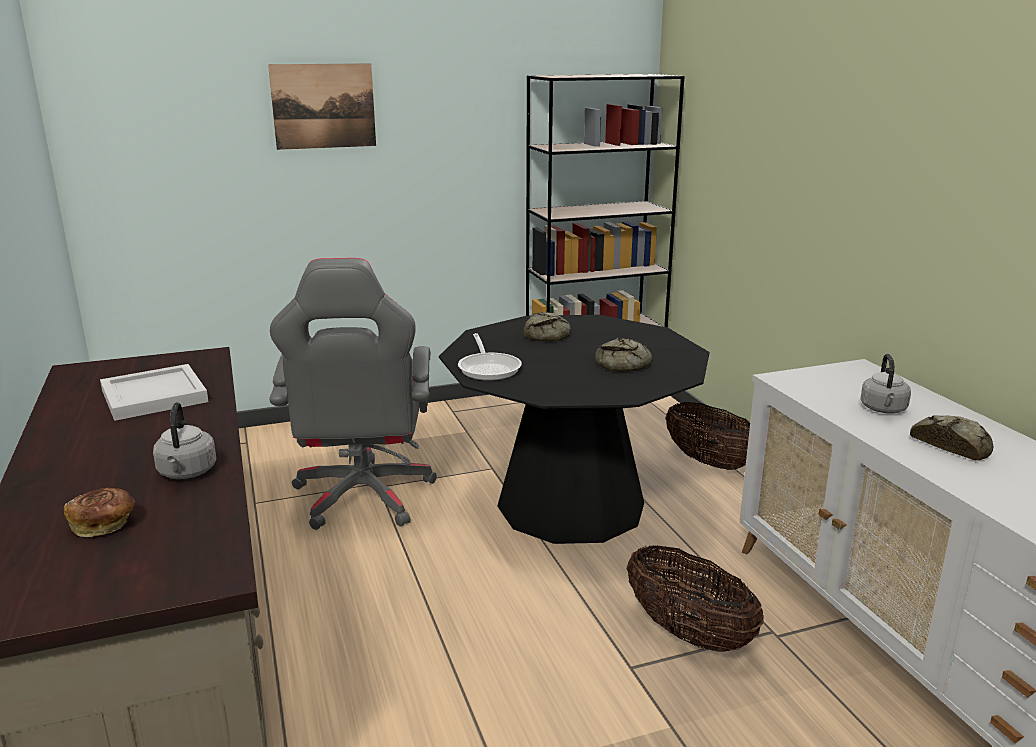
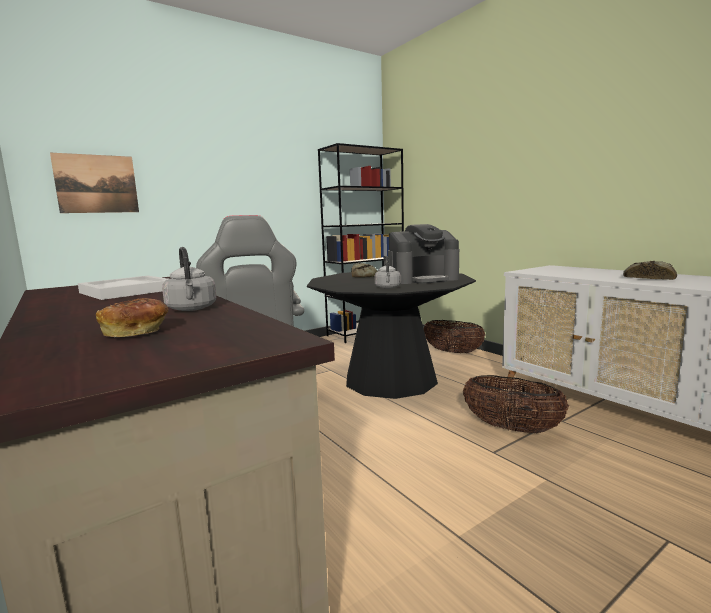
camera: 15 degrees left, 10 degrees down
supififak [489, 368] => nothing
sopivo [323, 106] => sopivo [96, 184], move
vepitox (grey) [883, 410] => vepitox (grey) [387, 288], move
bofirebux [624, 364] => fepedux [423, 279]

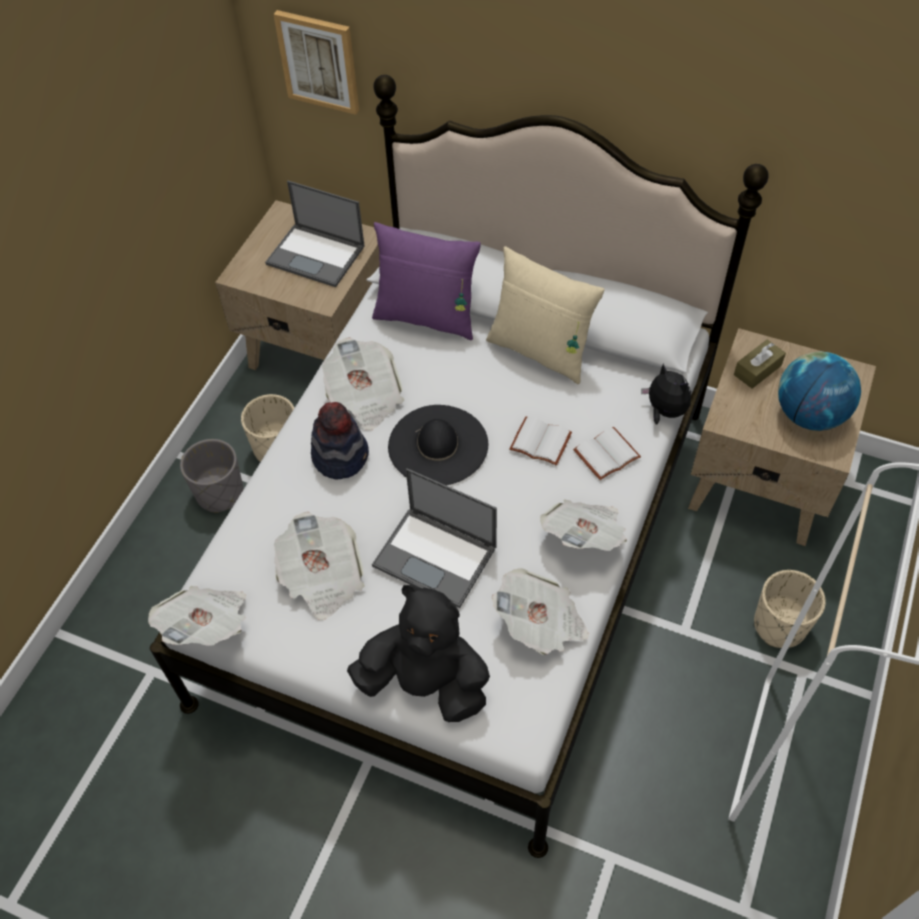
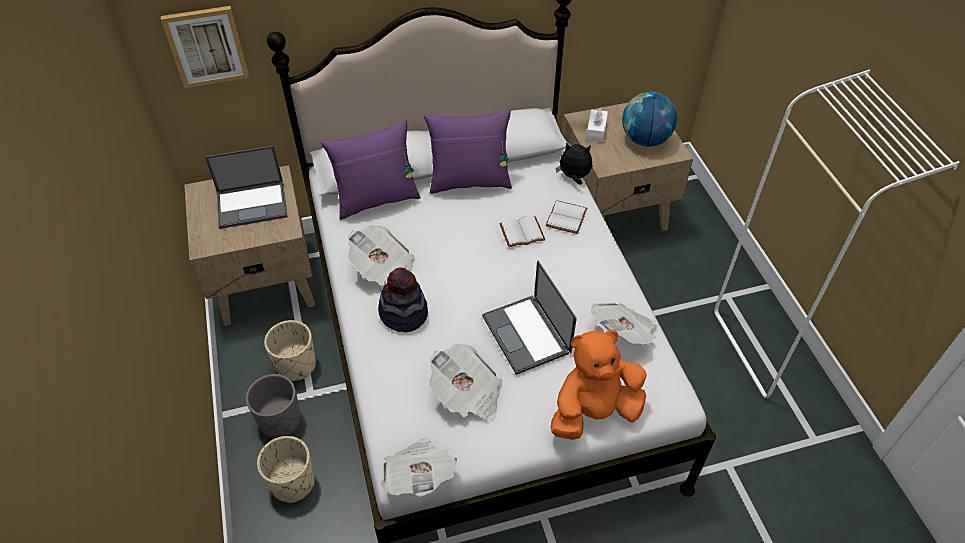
camera: 40 degrees left, 5 degrees down
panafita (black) [438, 445] => nothing
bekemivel [585, 536] => nothing
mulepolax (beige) [779, 625] => mulepolax (beige) [293, 483], move
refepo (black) [425, 683] => refepo (orange) [594, 412]
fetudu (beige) [539, 352] => fetudu (purple) [469, 182]
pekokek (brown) [757, 370] => pekokek (white) [596, 131]
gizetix [436, 556] => gizetix [527, 335], 75 degrees clockwise

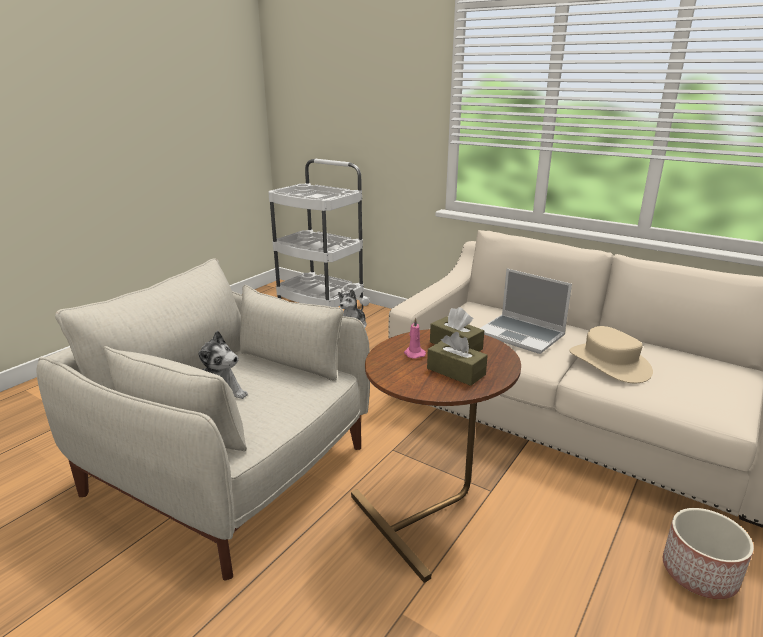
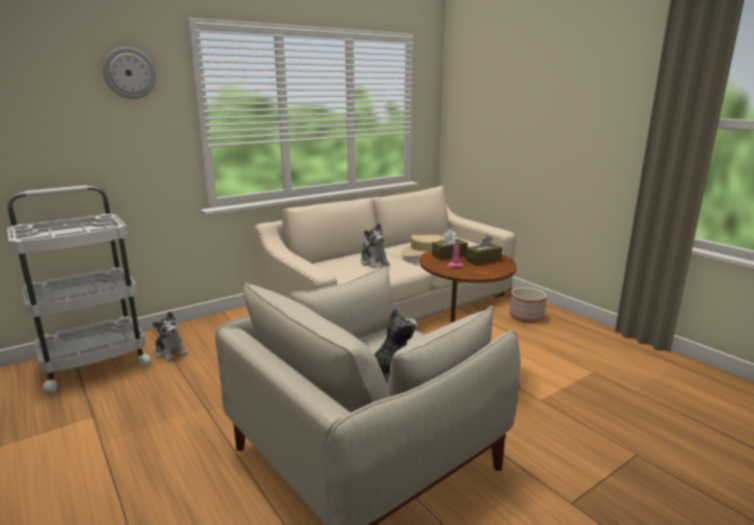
camera: 70 degrees left, 5 degrees down
nothing => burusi [129, 73]
gizetix [522, 335] => refepo [374, 263]

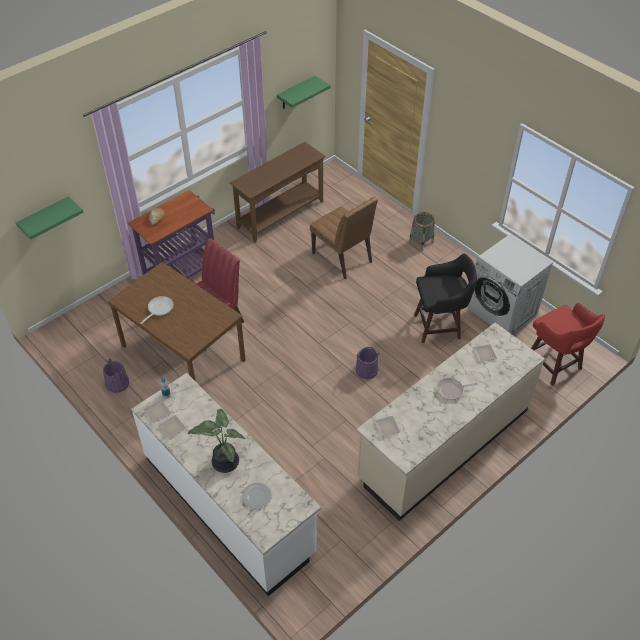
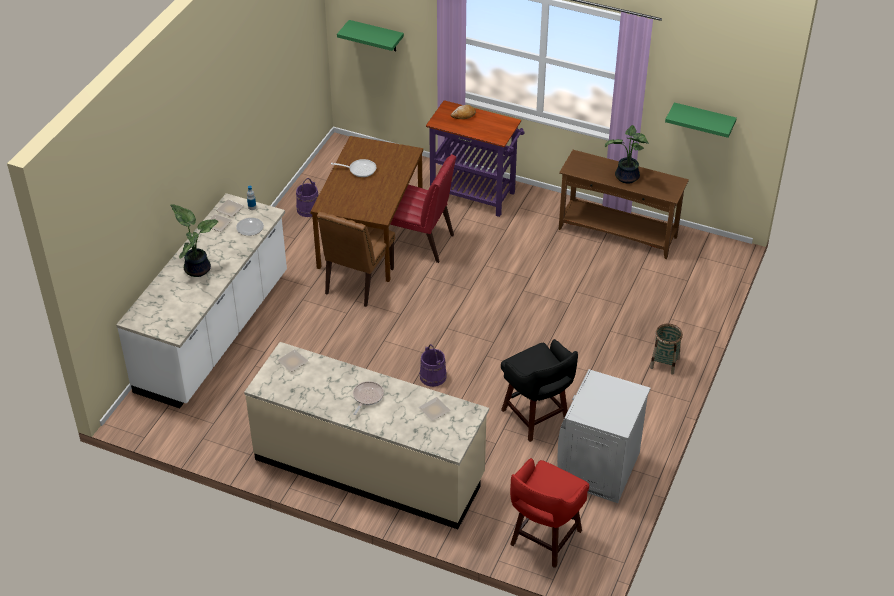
camera: 65 degrees right, 5 degrees down
nothing => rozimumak [626, 178]
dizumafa [256, 496] => dizumafa [250, 227], move
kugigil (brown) [341, 257] => kugigil (brown) [359, 281], move
supififak [451, 390] => supififak [367, 397], 60 degrees clockwise

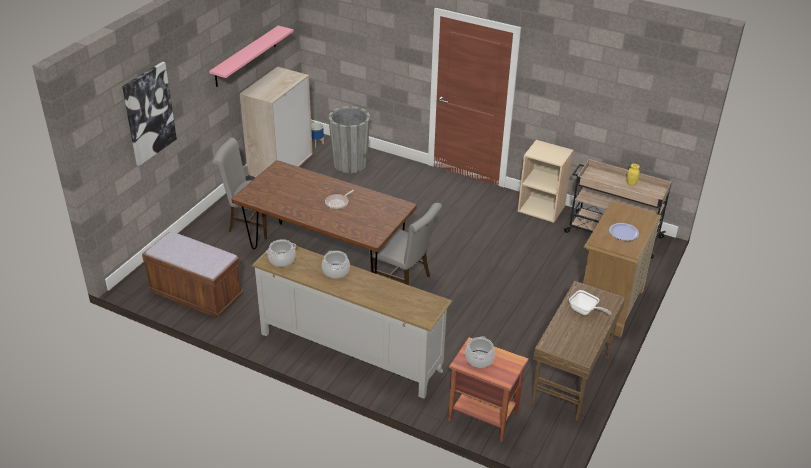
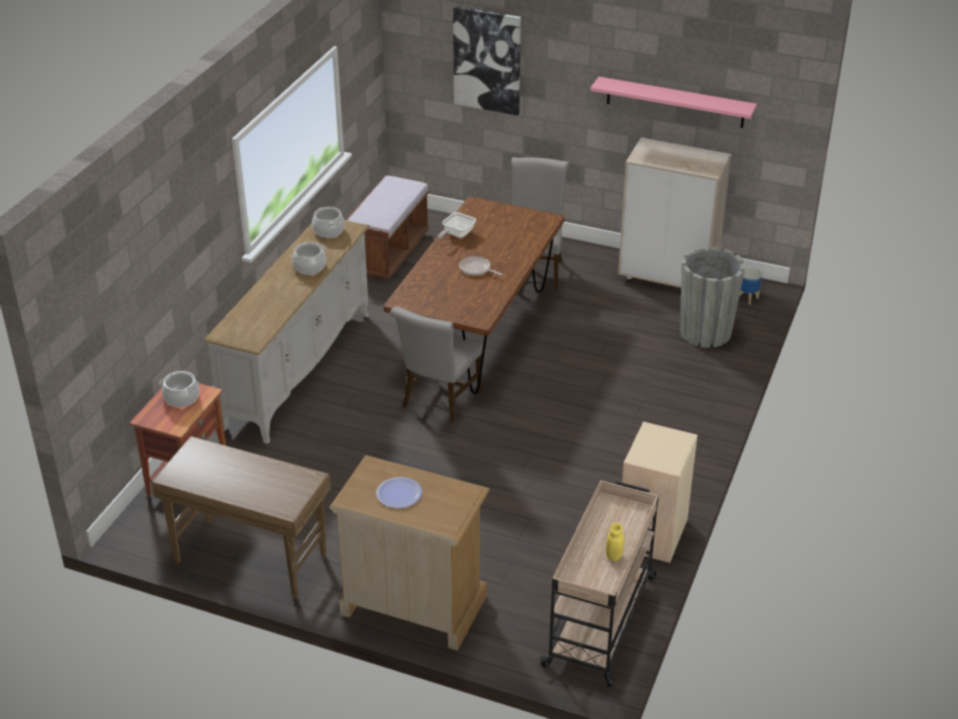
camera: 85 degrees right, 0 degrees up
supififak [585, 311] => supififak [456, 234], move

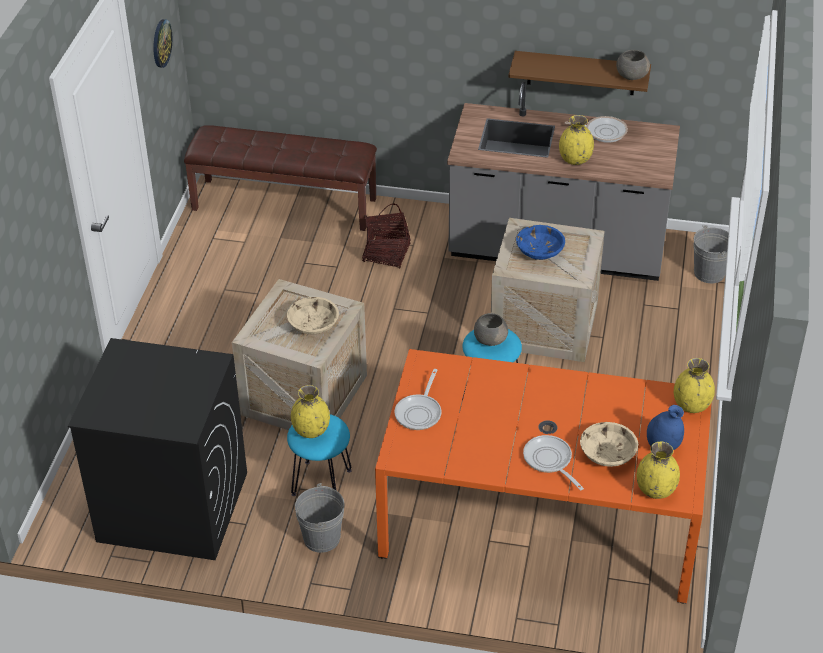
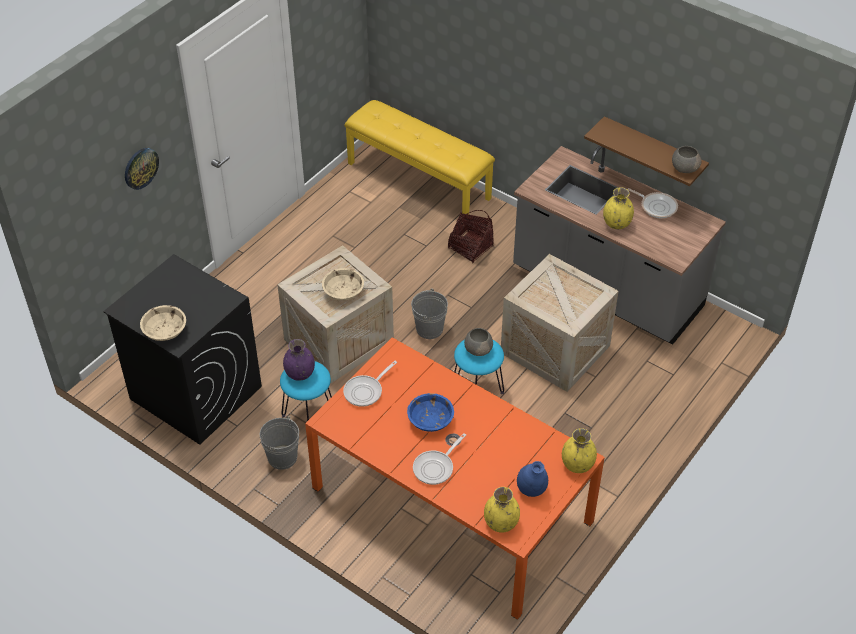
camera: 25 degrees right, 5 degrees up
burusi [161, 43] => burusi [140, 168], move
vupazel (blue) [539, 252] => vupazel (blue) [430, 420], move
vupazel (beige) [607, 455] => vupazel (beige) [165, 331], move
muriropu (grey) [709, 273] => muriropu (grey) [429, 329], move
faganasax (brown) [285, 203] => faganasax (yellow) [419, 180]
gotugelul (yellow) [311, 431] => gotugelul (purple) [299, 374]
supififak [549, 461] => supififak [436, 467], 135 degrees counterclockwise

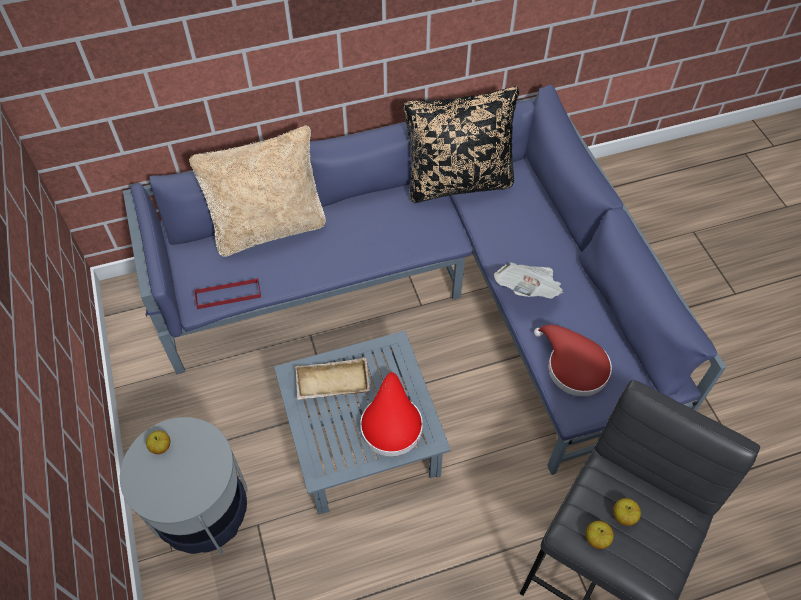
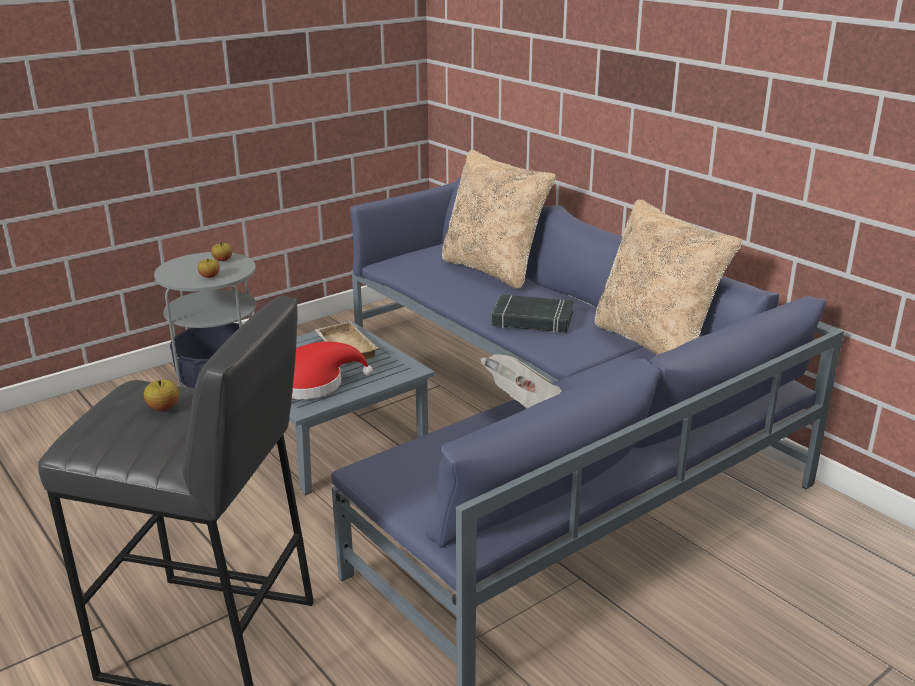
camera: 70 degrees right, 30 degrees down
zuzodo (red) [228, 295] => nothing
panafita (red) [573, 366] => nothing
nothing => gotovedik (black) [532, 320]
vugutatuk [596, 538] => vugutatuk [209, 277], move
fetudu (black) [459, 185] => fetudu (beige) [653, 346]

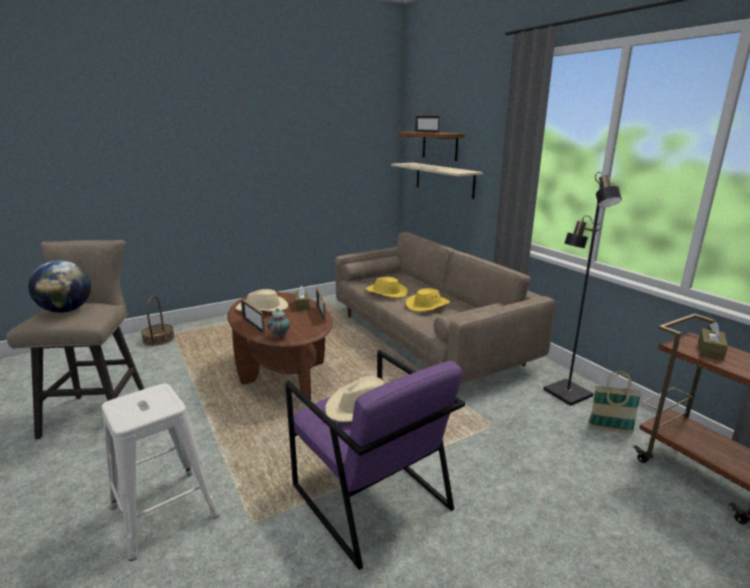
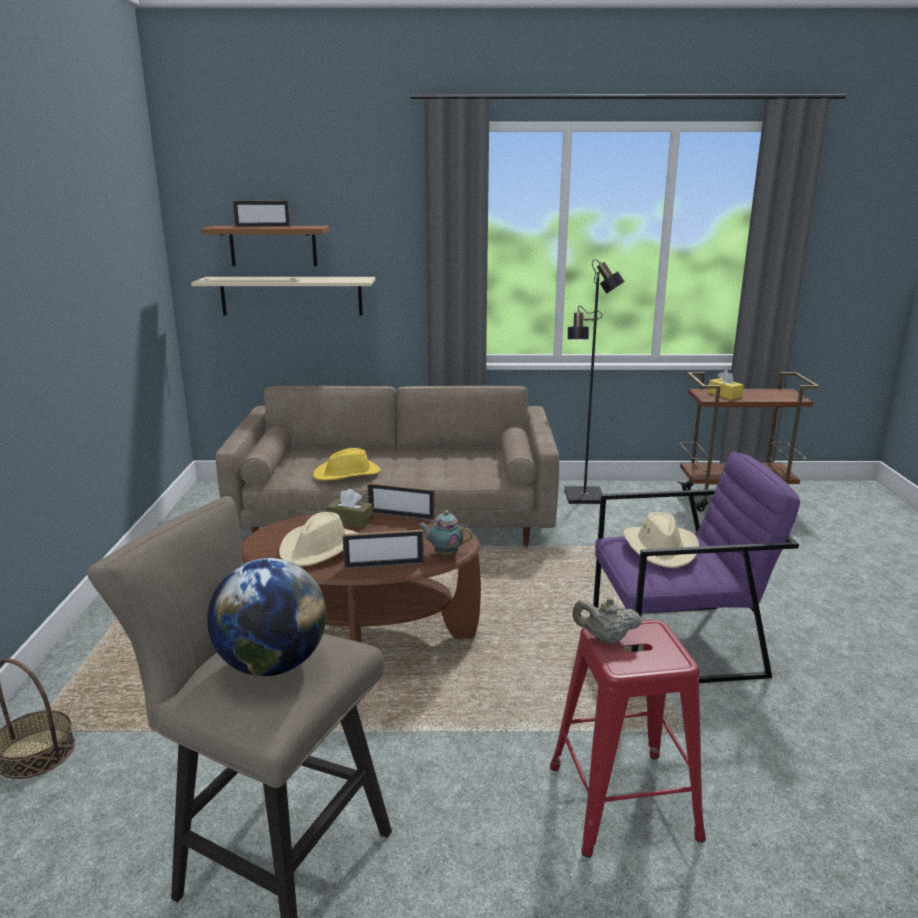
camera: 60 degrees left, 0 degrees up
panafita (yellow) [427, 305] => nothing
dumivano [610, 429] => nothing
nothing => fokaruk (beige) [605, 639]
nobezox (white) [164, 511] => nobezox (red) [622, 801]
pekokek (brown) [710, 351] => pekokek (yellow) [724, 395]

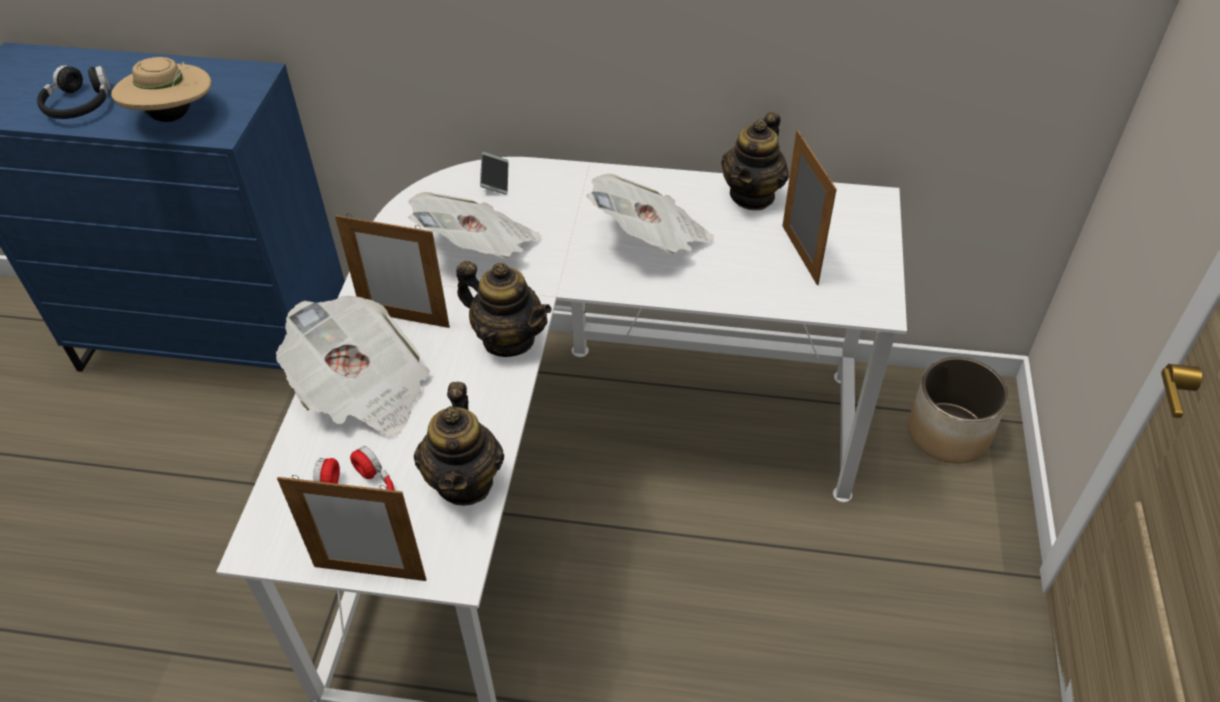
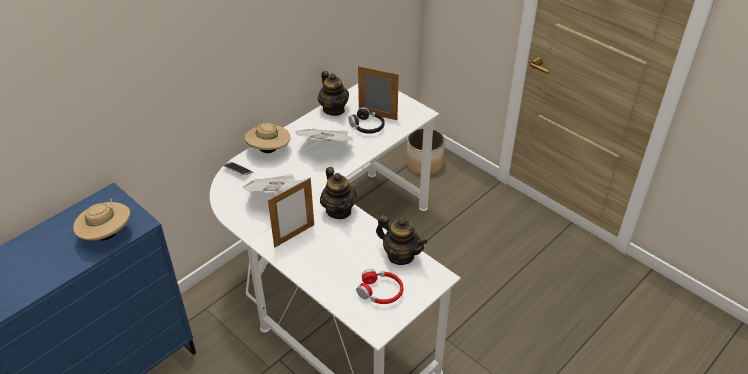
camera: 55 degrees left, 5 degrees down
bekemivel [362, 390] => nothing
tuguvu [370, 572] => nothing
nothing => panafita (beige) [269, 150]
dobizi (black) [79, 104] => dobizi (black) [367, 126], move
fokaruk [508, 339] => fokaruk [339, 210], 90 degrees clockwise

